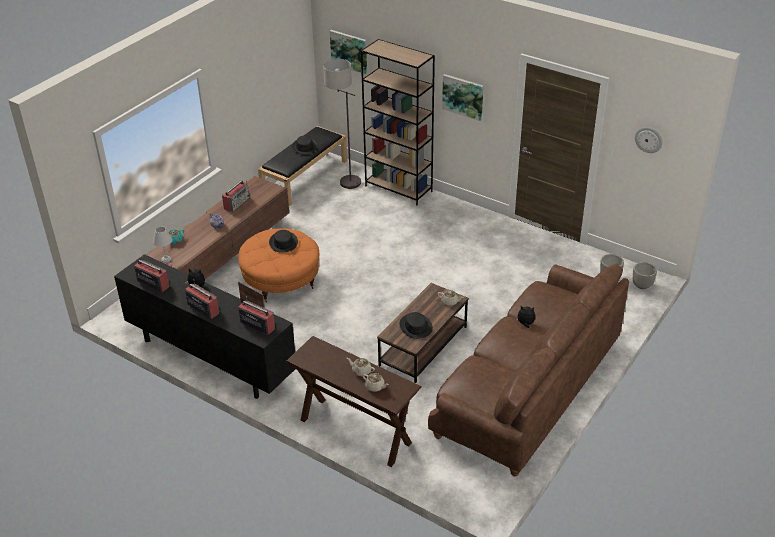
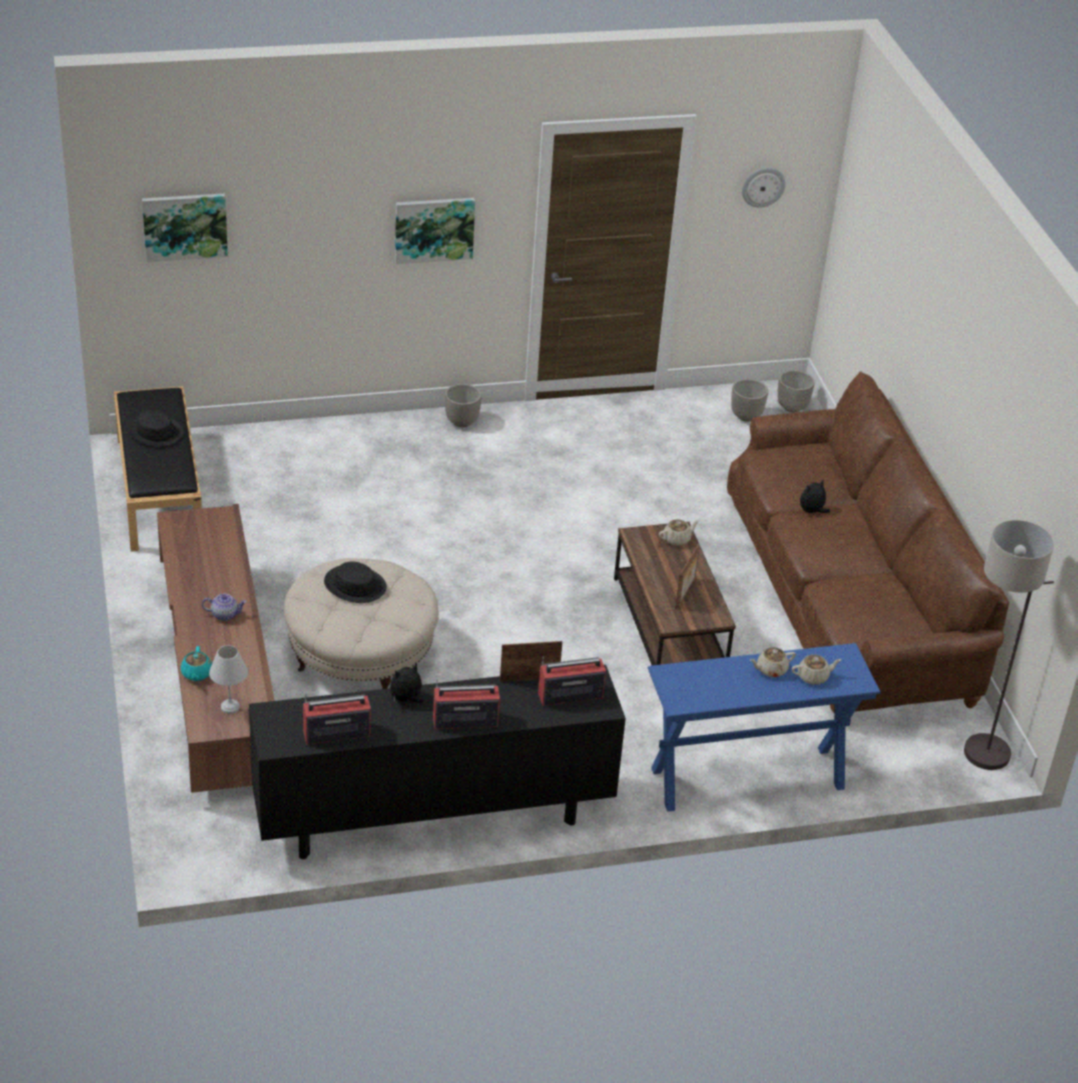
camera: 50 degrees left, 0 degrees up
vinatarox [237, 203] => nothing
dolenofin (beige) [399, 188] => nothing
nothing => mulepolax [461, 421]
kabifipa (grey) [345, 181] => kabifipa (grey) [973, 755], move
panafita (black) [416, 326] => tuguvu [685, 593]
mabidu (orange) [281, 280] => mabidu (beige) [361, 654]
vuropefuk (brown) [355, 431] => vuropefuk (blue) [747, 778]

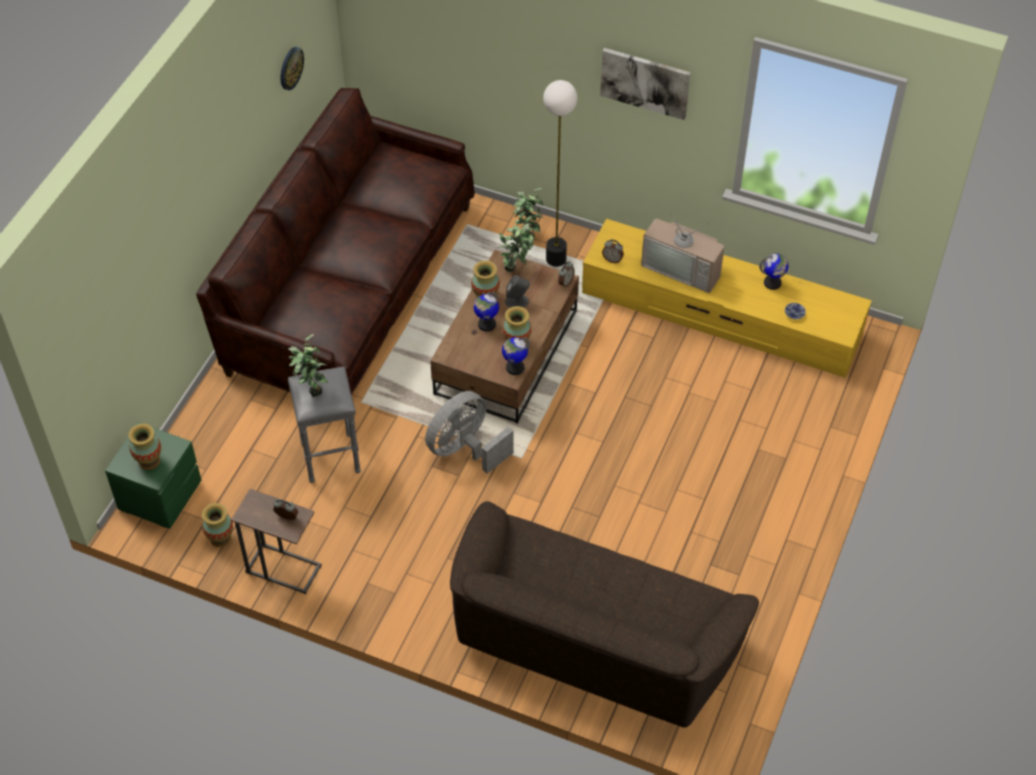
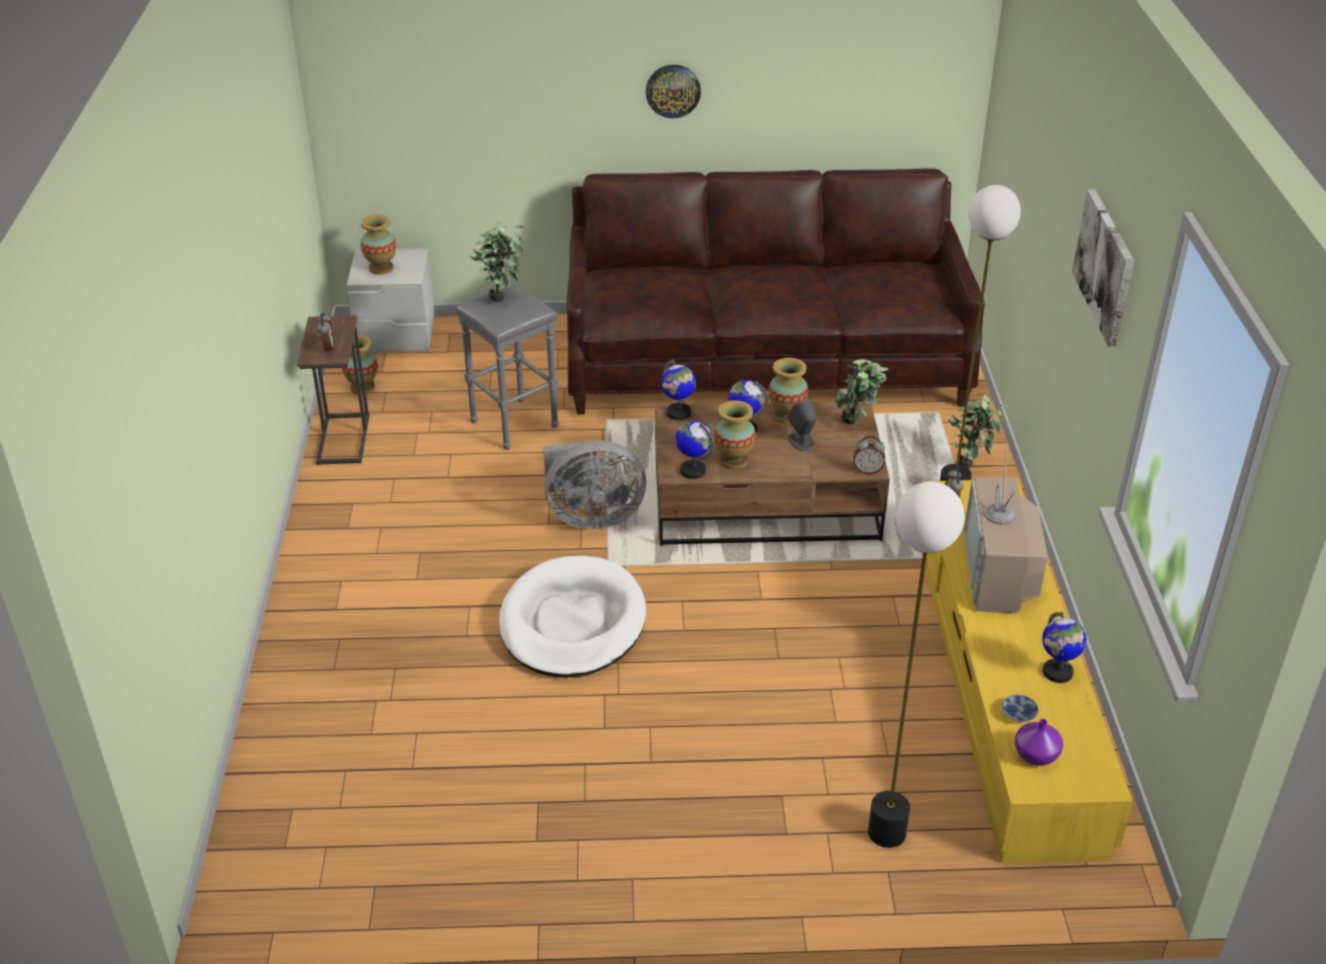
camera: 65 degrees right, 15 degrees down
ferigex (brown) [594, 638] => nothing
nothing => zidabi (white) [572, 623]
nothing => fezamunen [678, 413]
nothing => kabifipa [886, 832]
nothing => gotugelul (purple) [1037, 756]
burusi [290, 68] => burusi [673, 90], move
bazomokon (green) [159, 495] => bazomokon (white) [396, 335]
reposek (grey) [465, 449] => reposek (grey) [591, 517], 150 degrees clockwise

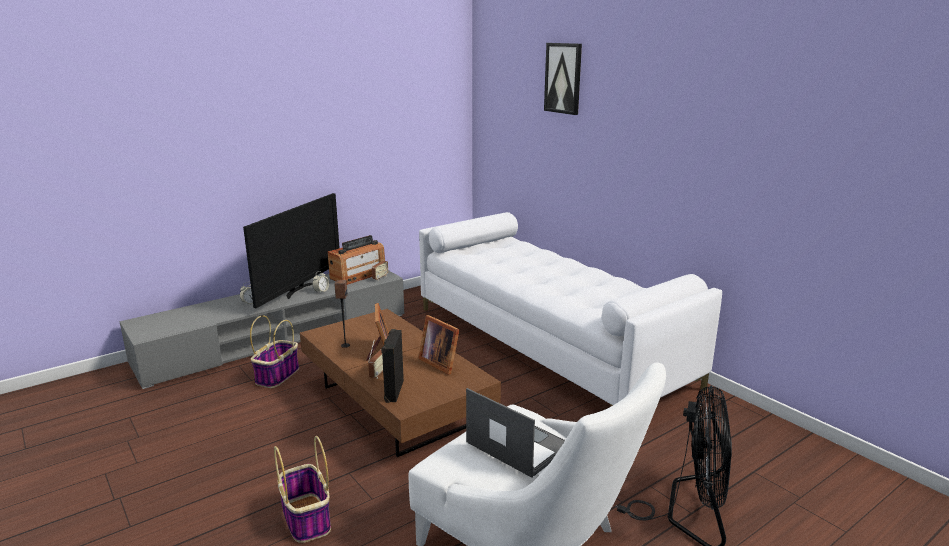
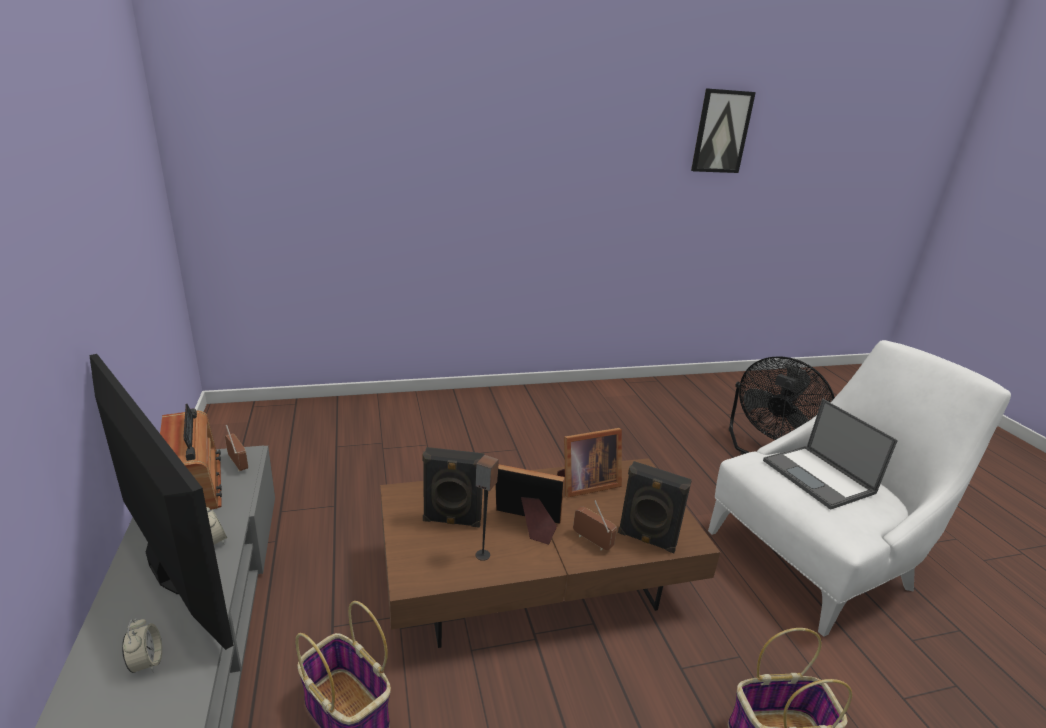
camera: 70 degrees left, 5 degrees up
ferigex (white) [548, 345] => nothing
nothing => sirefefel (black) [452, 521]
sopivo [563, 78] => sopivo [721, 131], move
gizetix [517, 444] => gizetix [819, 477], 90 degrees counterclockwise

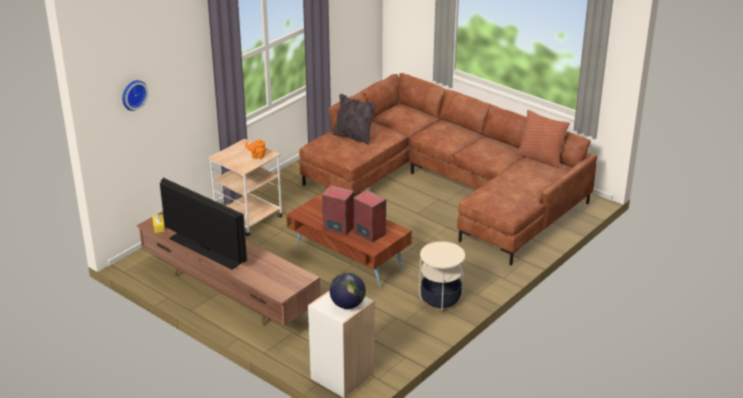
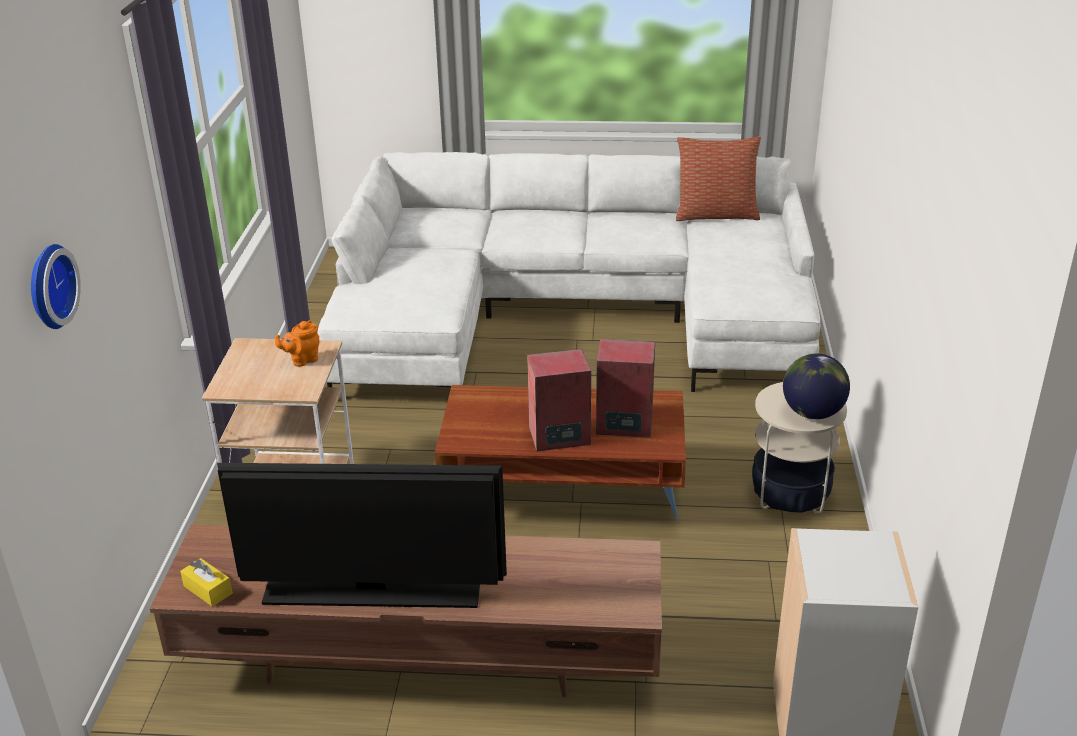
camera: 35 degrees left, 0 degrees up
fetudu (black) [354, 137] => nothing
fezamunen [347, 305] => fezamunen [812, 413], move
ferigex (brown) [449, 187] => ferigex (white) [570, 316]

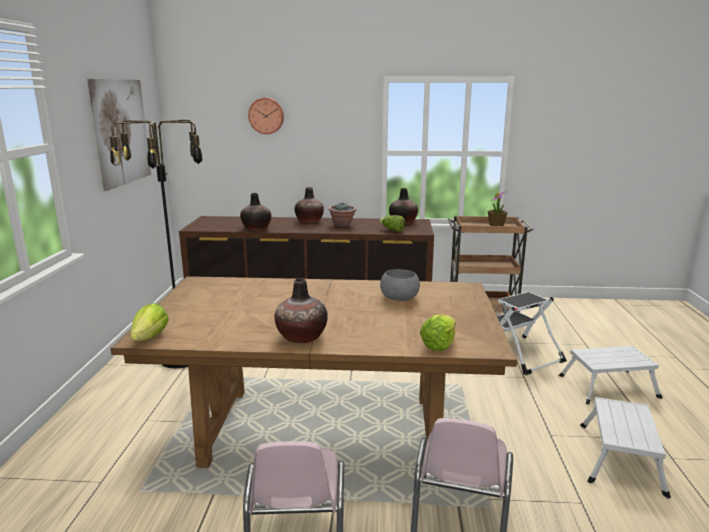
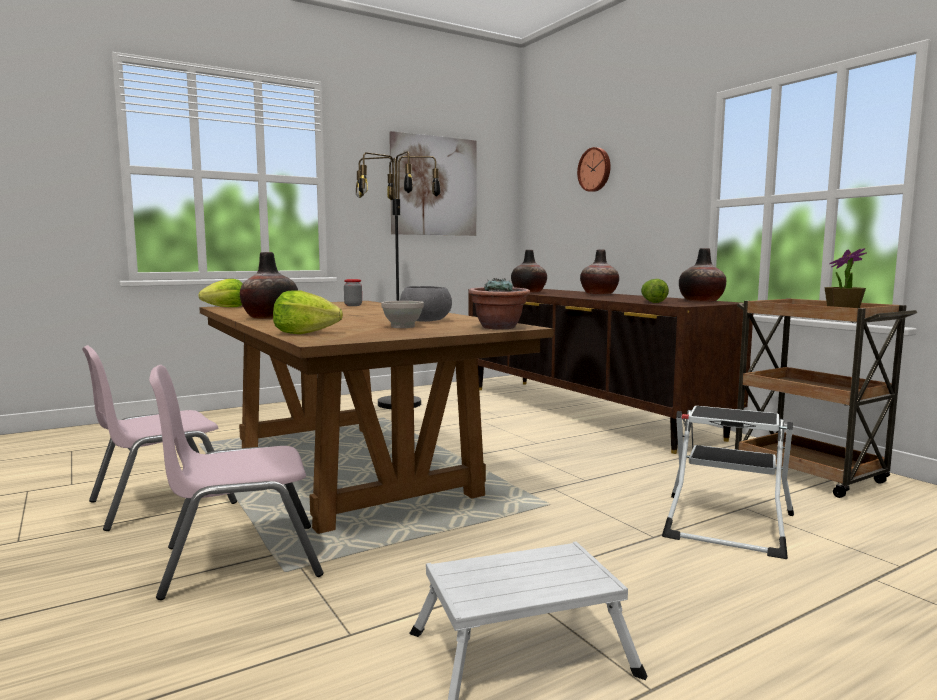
camera: 55 degrees right, 10 degrees down
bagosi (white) [609, 386] => nothing
nothing => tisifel [353, 305]
nothing => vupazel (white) [403, 327]
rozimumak [342, 225] => rozimumak [499, 327], move

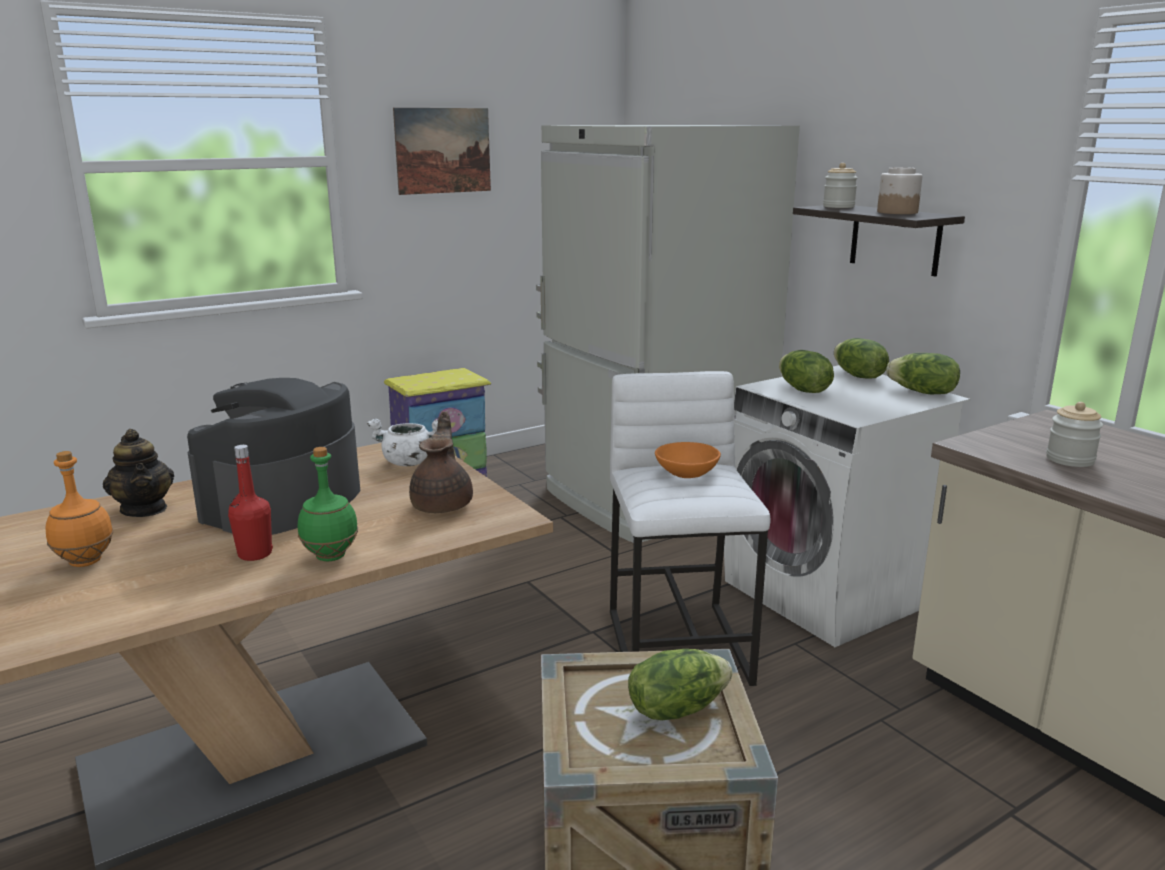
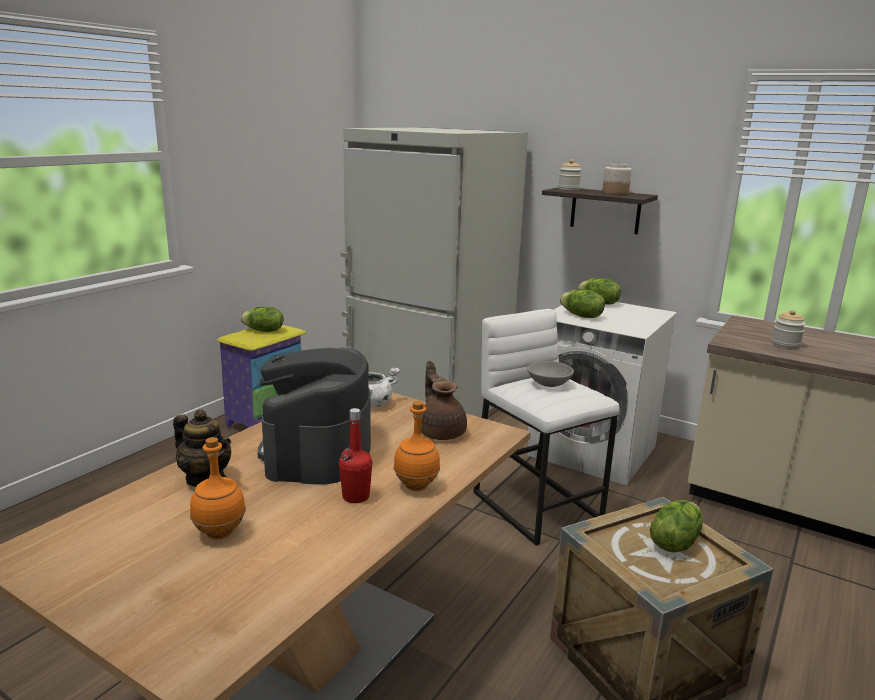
camera: 25 degrees left, 0 degrees up
sopivo [443, 150] => nothing
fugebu [922, 392] => fugebu [263, 331], move
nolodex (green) [331, 557] => nolodex (orange) [417, 487]
vupazel (orange) [687, 474] => vupazel (grey) [549, 383]

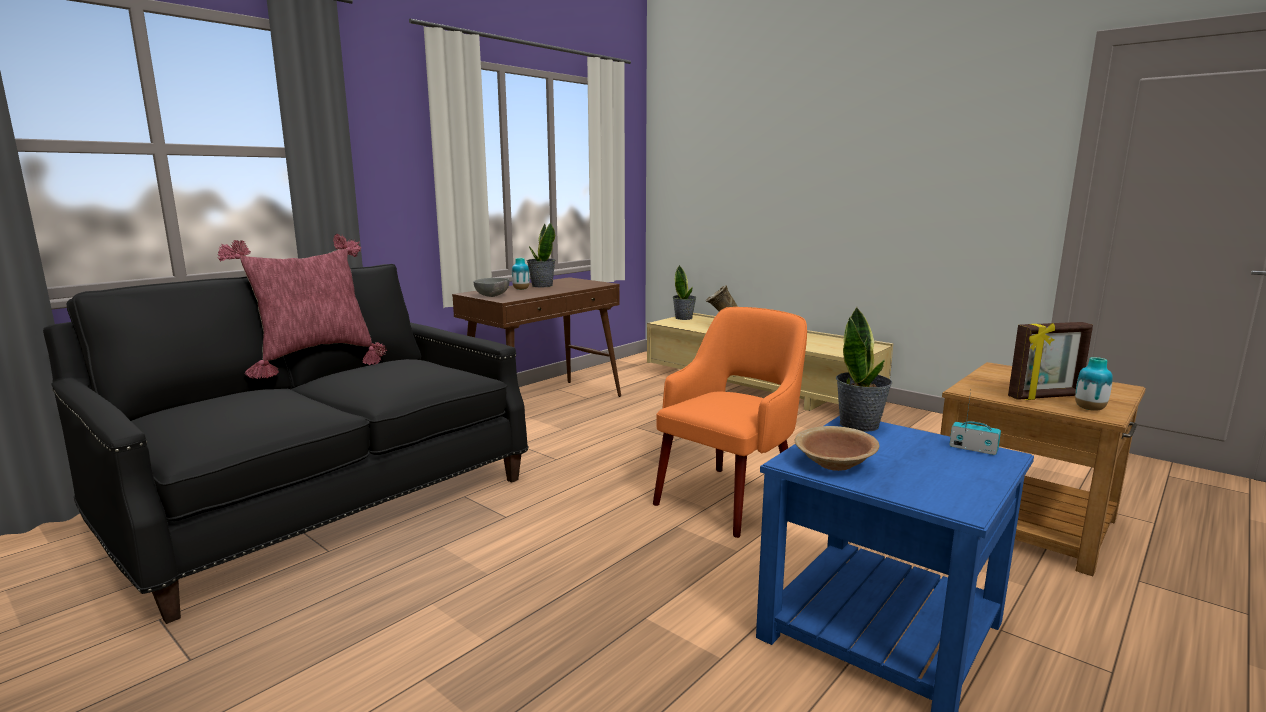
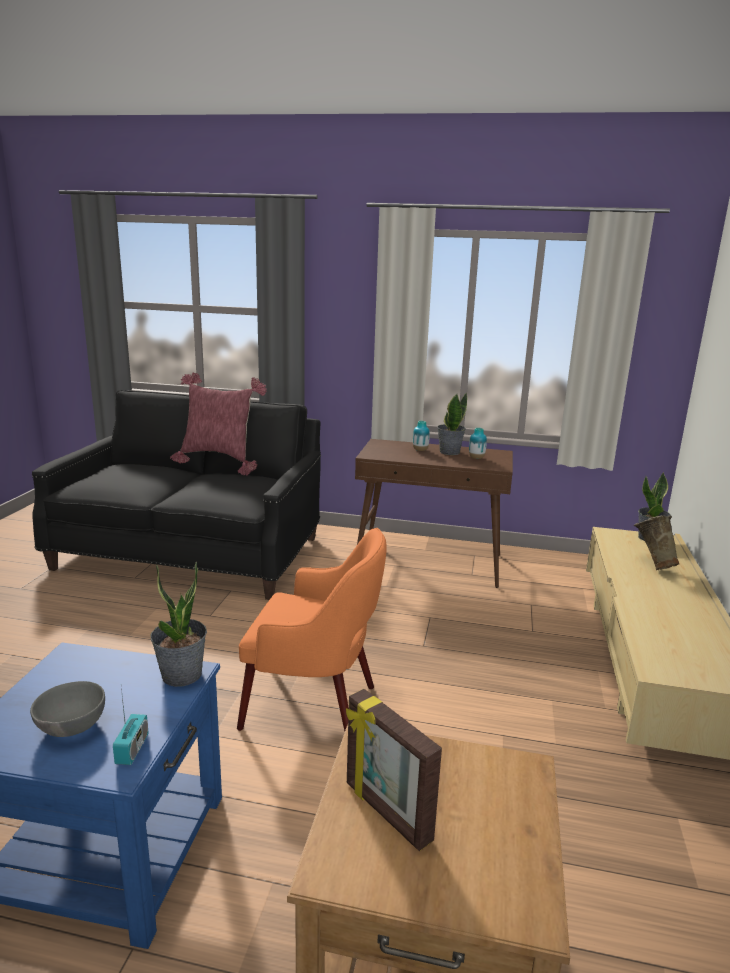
camera: 60 degrees right, 5 degrees up
vupazel (brown) [834, 464] => nothing
vupazel (grey) [492, 296] => vupazel (grey) [70, 728], move
gotugelul [1089, 409] => gotugelul [476, 458], move

